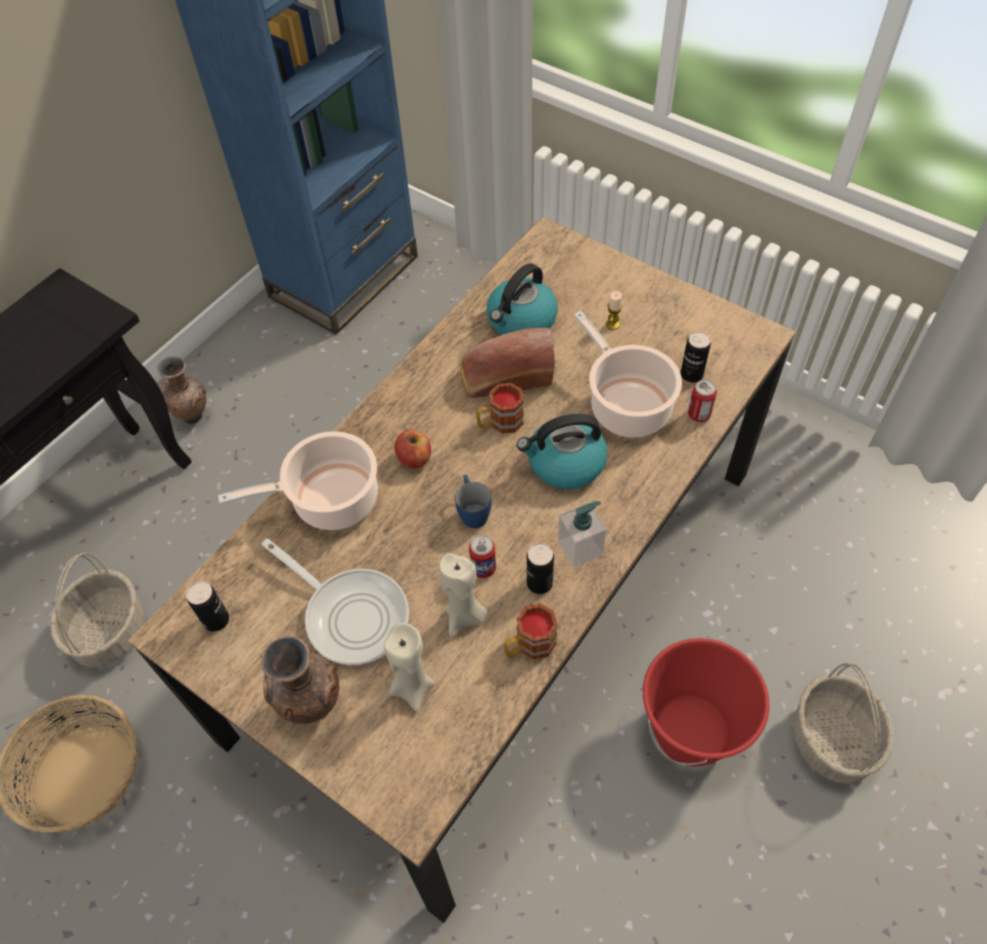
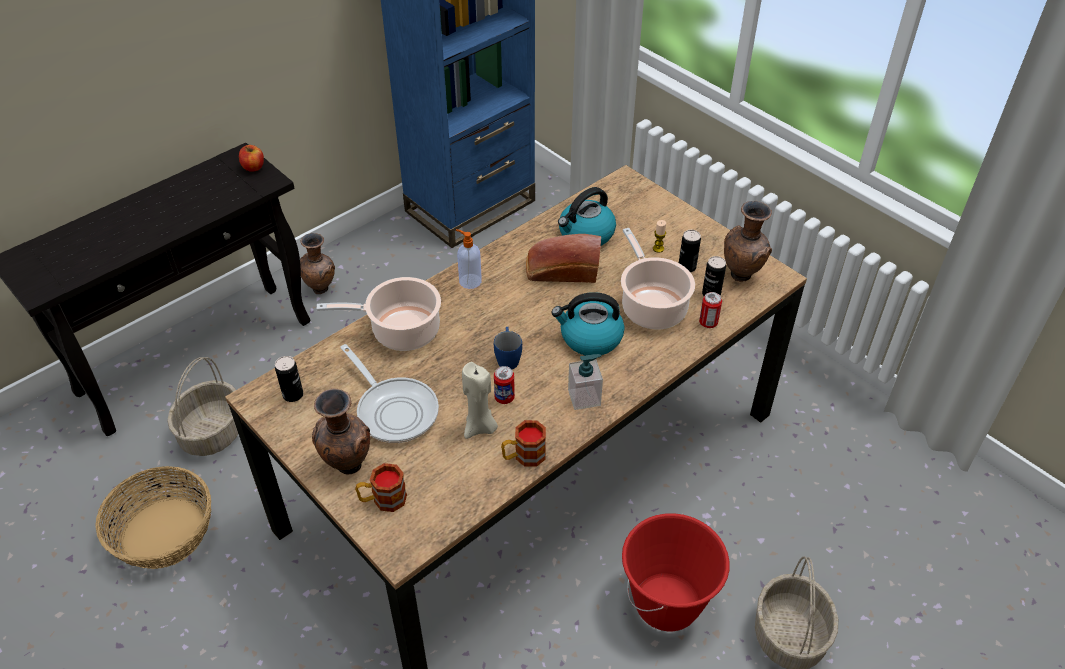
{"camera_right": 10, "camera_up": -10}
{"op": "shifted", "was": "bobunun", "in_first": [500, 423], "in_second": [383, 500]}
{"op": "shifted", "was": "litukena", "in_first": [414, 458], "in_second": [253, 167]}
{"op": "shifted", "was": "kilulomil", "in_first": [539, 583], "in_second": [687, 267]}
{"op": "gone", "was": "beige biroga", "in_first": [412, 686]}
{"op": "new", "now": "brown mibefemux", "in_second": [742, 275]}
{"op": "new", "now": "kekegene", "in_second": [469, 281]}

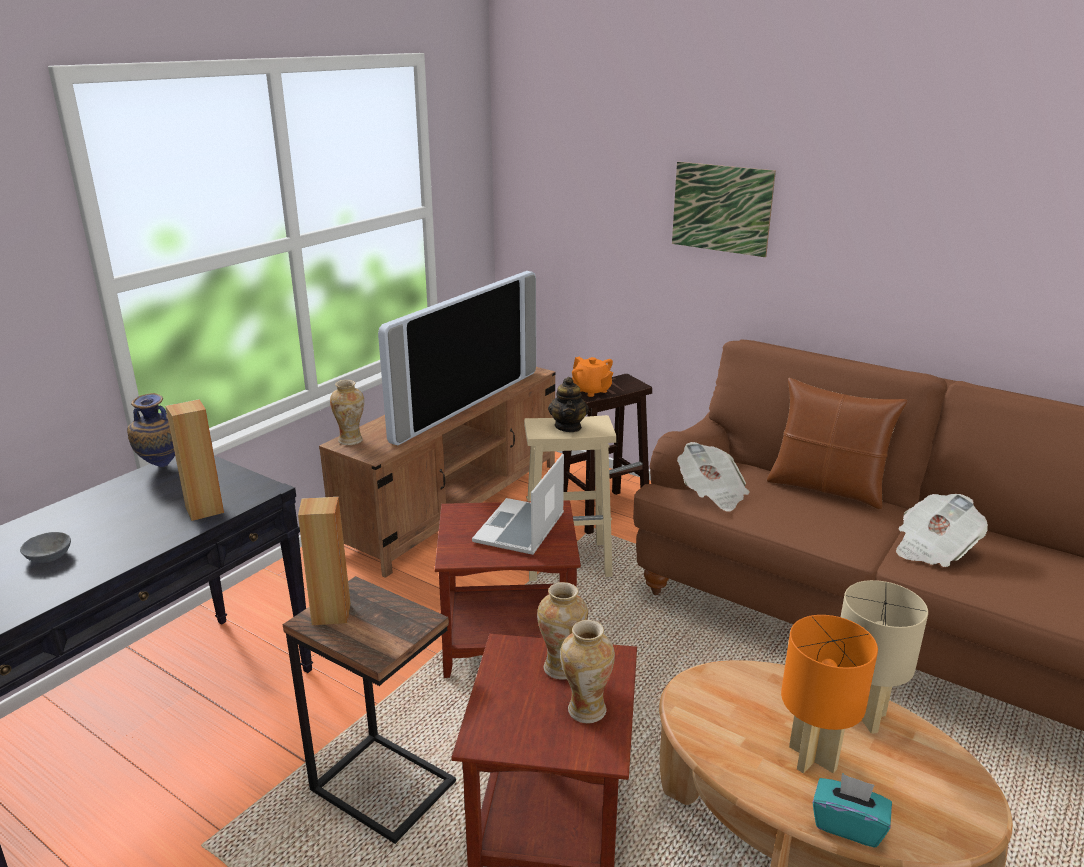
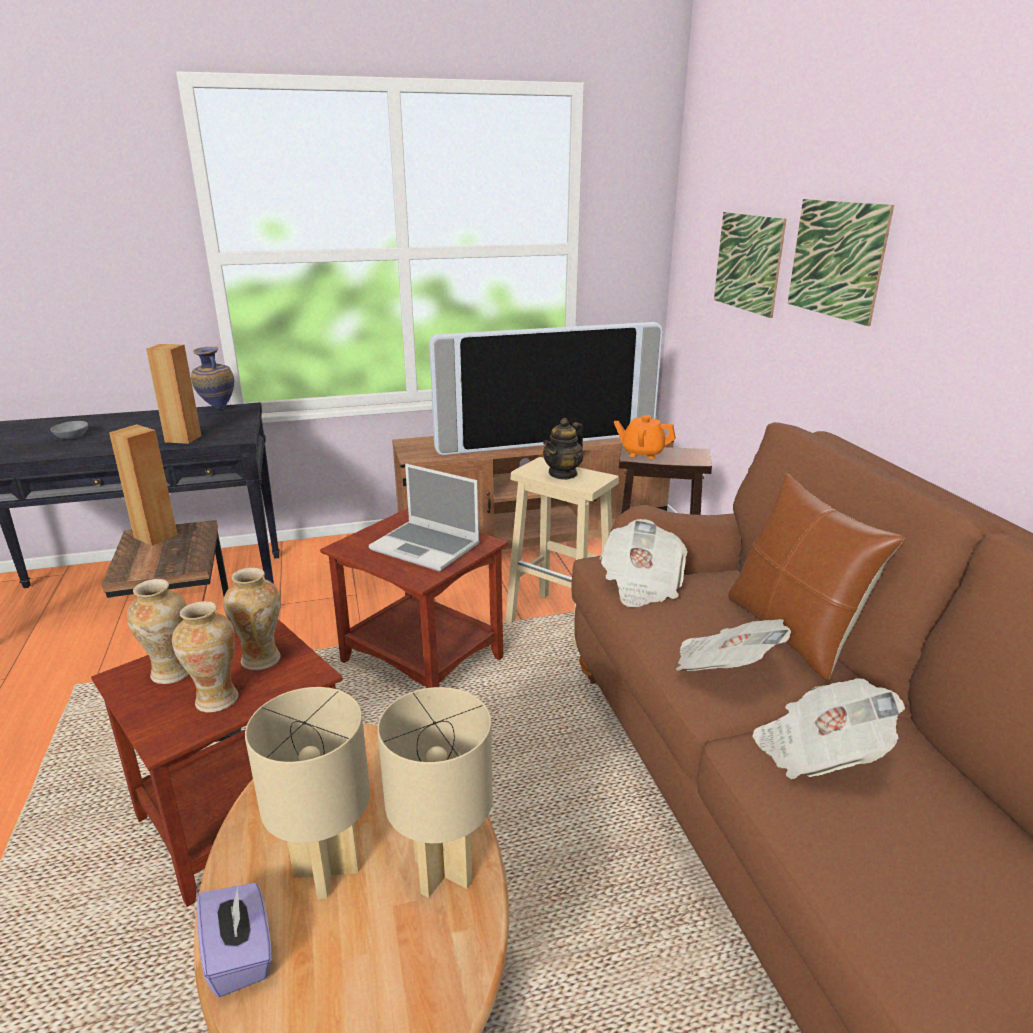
{"camera_right": 40, "camera_up": 0}
{"op": "rotated", "was": "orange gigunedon", "in_first": [591, 391], "in_second": [642, 453], "clockwise": 105}
{"op": "shifted", "was": "mibefemux", "in_first": [351, 440], "in_second": [171, 673]}
{"op": "rotated", "was": "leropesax", "in_first": [520, 529], "in_second": [427, 547], "clockwise": -120}
{"op": "repainted", "was": "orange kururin", "now": "beige kururin", "in_first": [812, 757], "in_second": [328, 870]}
{"op": "repainted", "was": "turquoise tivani", "now": "purple tivani", "in_first": [848, 825], "in_second": [240, 955]}
{"op": "new", "now": "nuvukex", "in_second": [748, 262]}
{"op": "new", "now": "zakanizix", "in_second": [724, 668]}

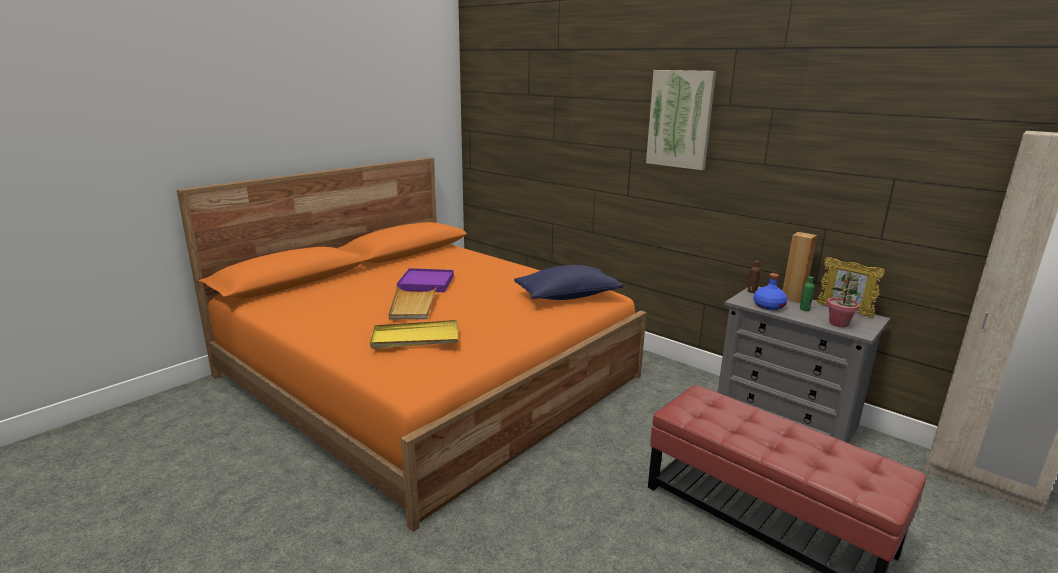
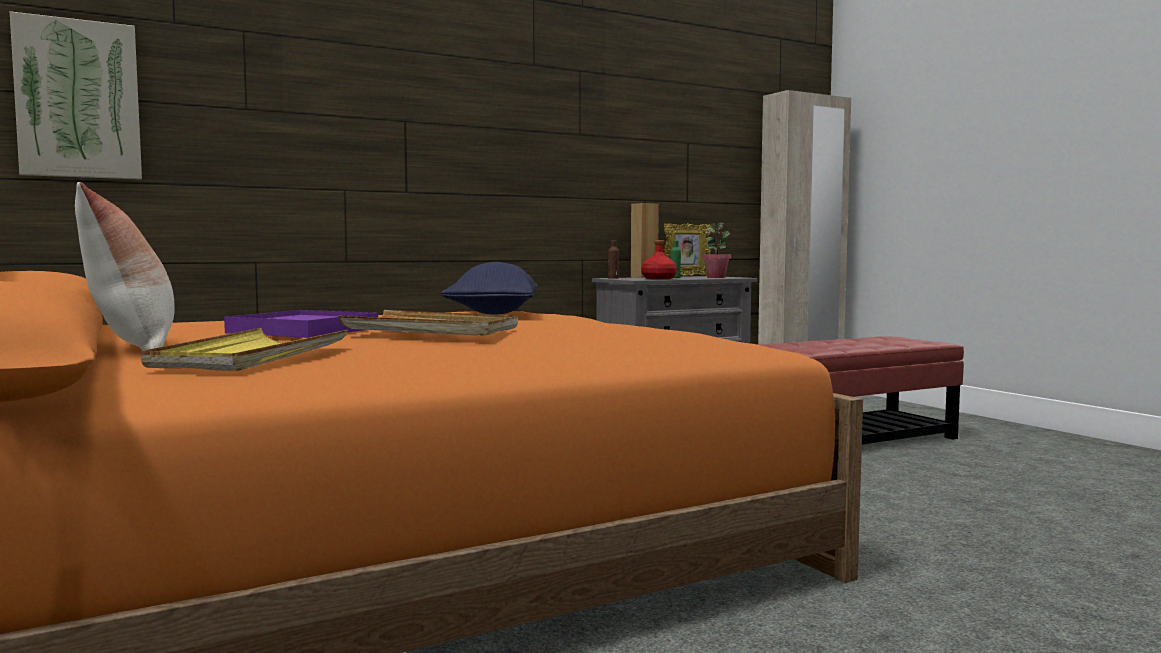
{"camera_right": -70, "camera_up": -15}
{"op": "shifted", "was": "nuvukex", "in_first": [680, 119], "in_second": [78, 99]}
{"op": "repainted", "was": "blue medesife", "now": "red medesife", "in_first": [768, 306], "in_second": [658, 278]}
{"op": "shifted", "was": "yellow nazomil", "in_first": [415, 338], "in_second": [251, 356]}
{"op": "new", "now": "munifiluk", "in_second": [132, 349]}

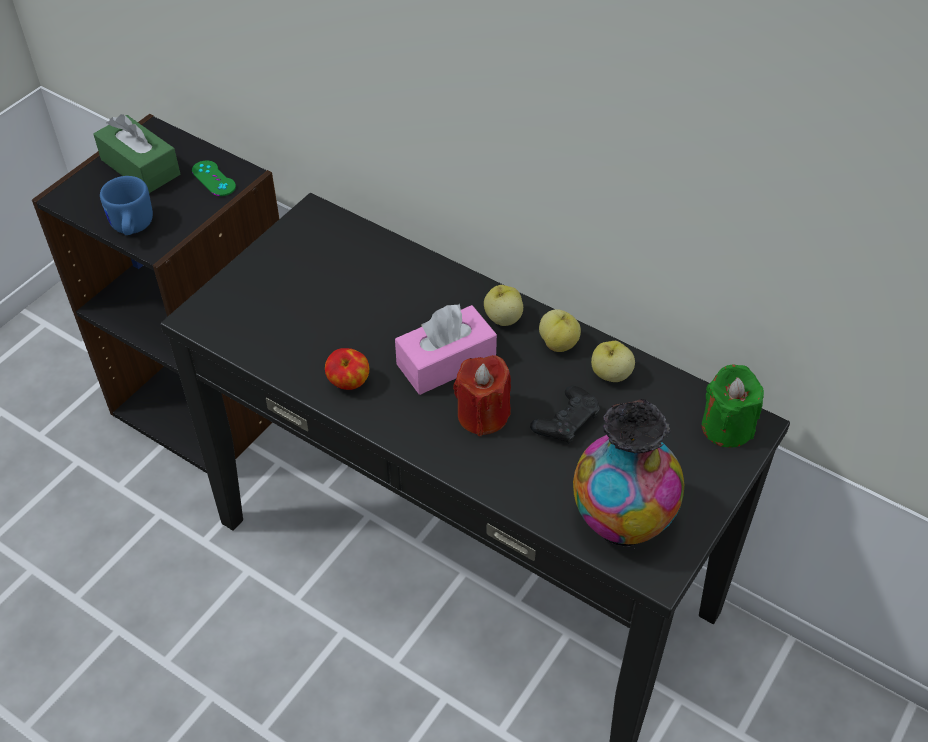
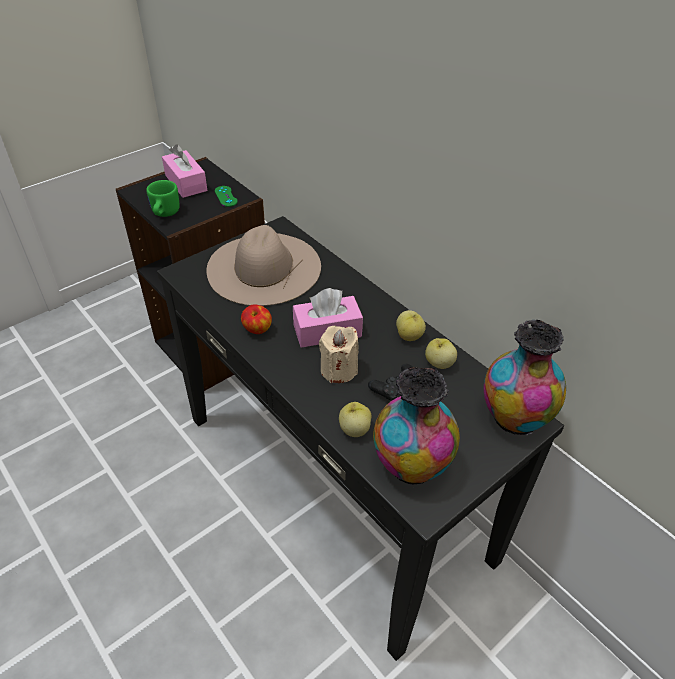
{"camera_right": 15, "camera_up": -5}
{"op": "repainted", "was": "green tivani", "now": "pink tivani", "in_first": [140, 167], "in_second": [186, 183]}
{"op": "repainted", "was": "blue bobunun", "now": "green bobunun", "in_first": [131, 228], "in_second": [164, 214]}
{"op": "shifted", "was": "litukena", "in_first": [502, 318], "in_second": [354, 429]}
{"op": "repainted", "was": "red biroga", "now": "beige biroga", "in_first": [483, 415], "in_second": [338, 370]}
{"op": "swapped", "was": "green biroga", "now": "mibefemux", "in_first": [726, 427], "in_second": [513, 418]}
{"op": "new", "now": "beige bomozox", "in_second": [264, 267]}

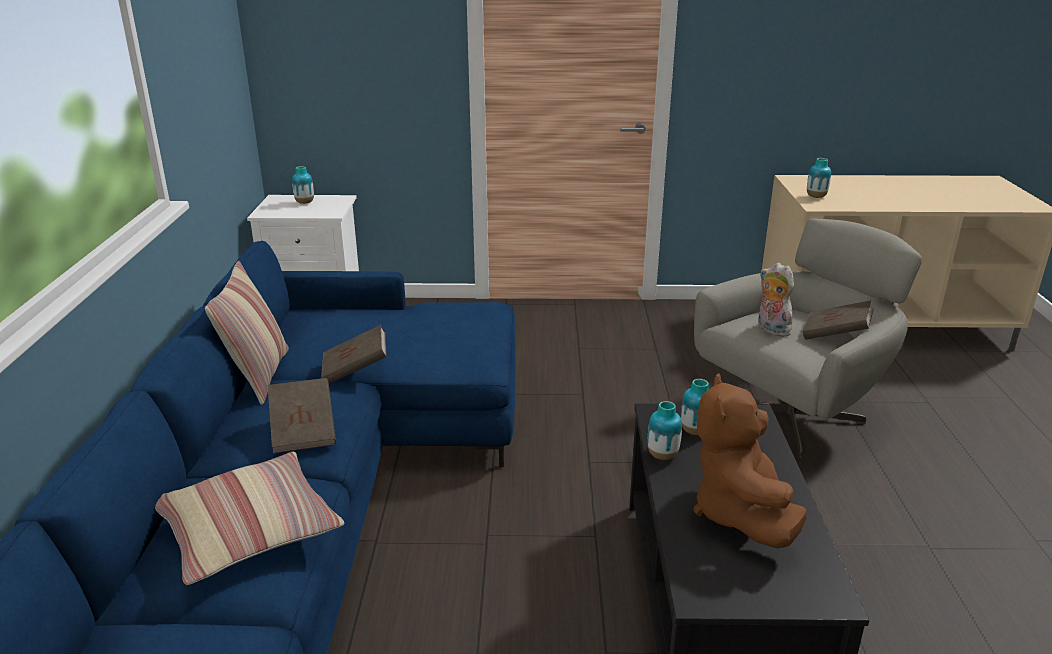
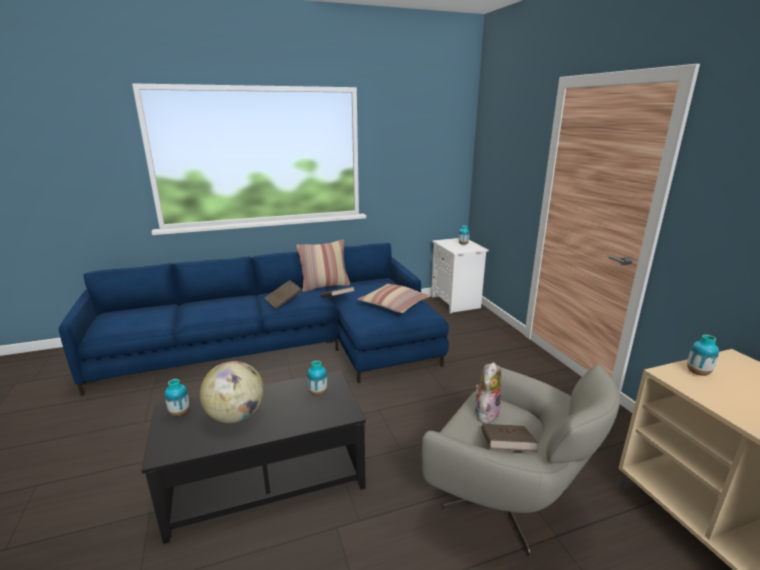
{"camera_right": 70, "camera_up": -5}
{"op": "swapped", "was": "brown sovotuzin", "now": "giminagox", "in_first": [740, 514], "in_second": [236, 416]}
{"op": "shifted", "was": "mibefemux", "in_first": [662, 455], "in_second": [180, 413]}
{"op": "shifted", "was": "munifiluk", "in_first": [248, 530], "in_second": [394, 305]}

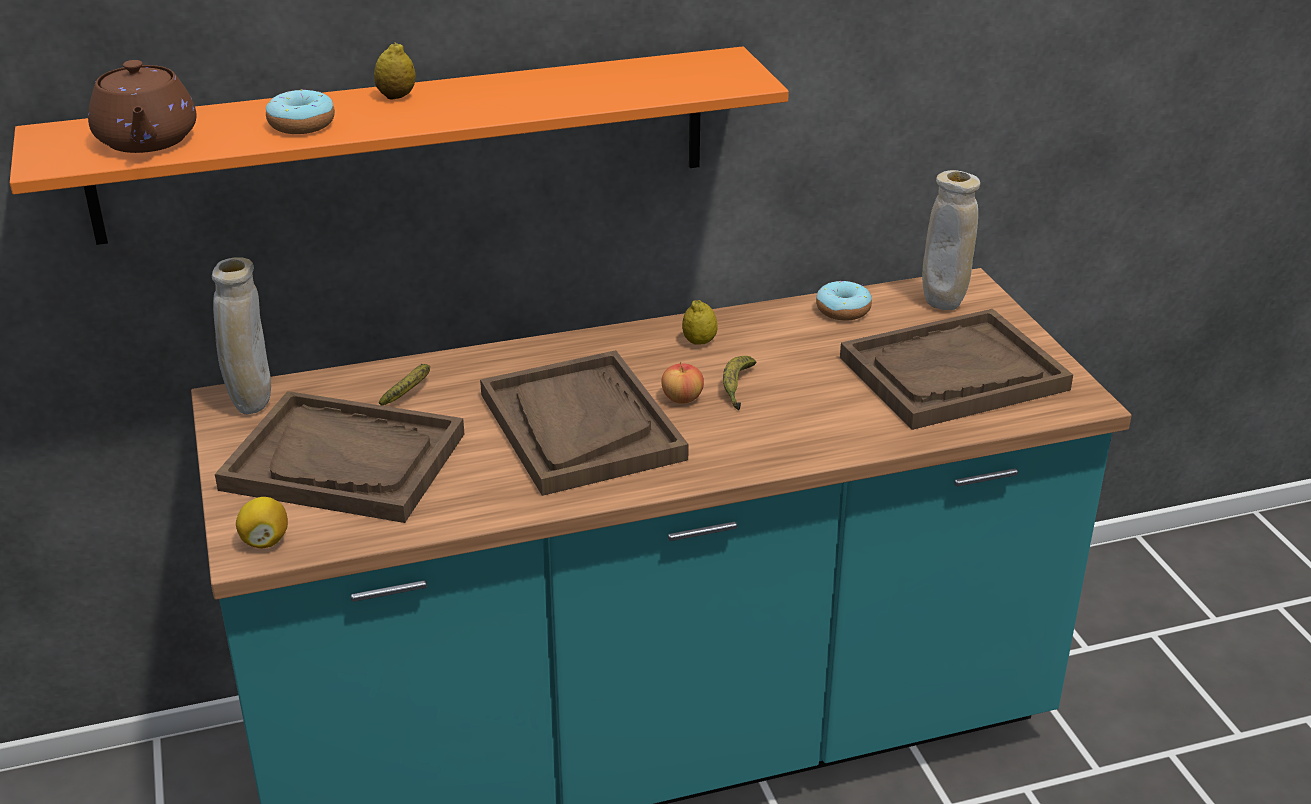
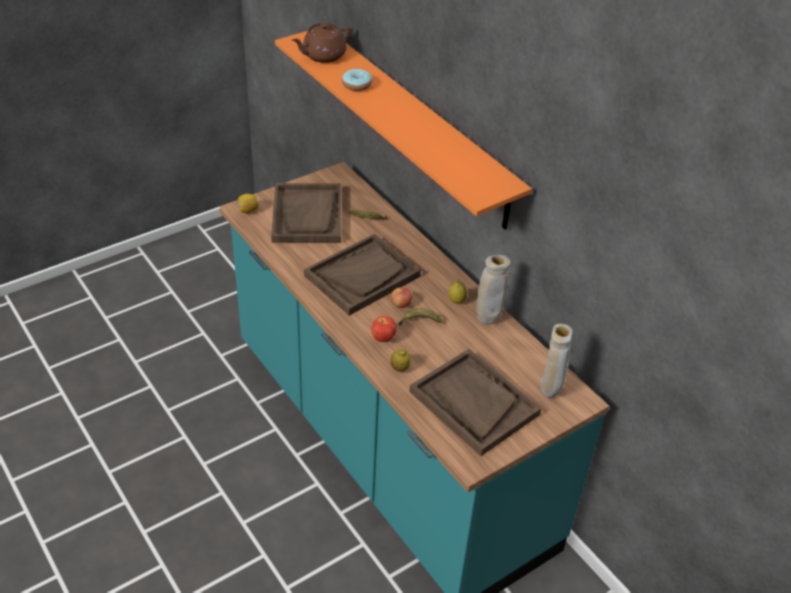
{"camera_right": 70, "camera_up": 10}
{"op": "shifted", "was": "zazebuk", "in_first": [396, 96], "in_second": [399, 368]}
{"op": "shifted", "was": "beige mibefemux", "in_first": [251, 406], "in_second": [487, 319]}
{"op": "gone", "was": "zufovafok", "in_first": [843, 310]}
{"op": "new", "now": "litukena", "in_second": [383, 339]}

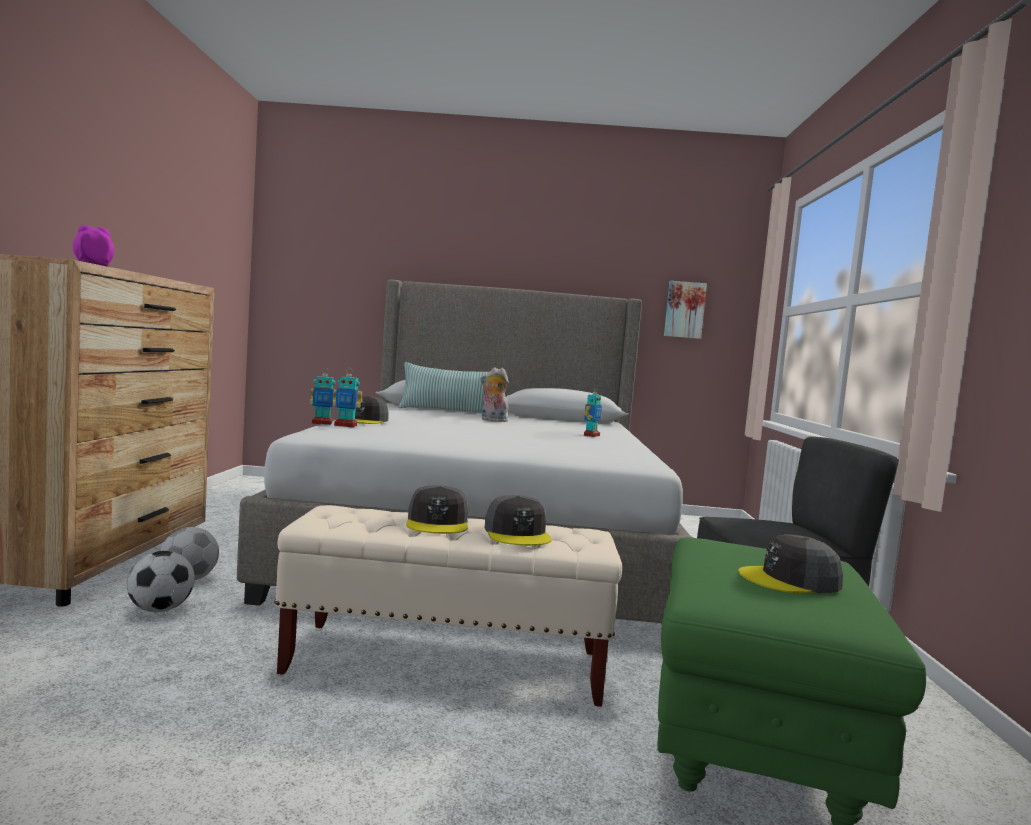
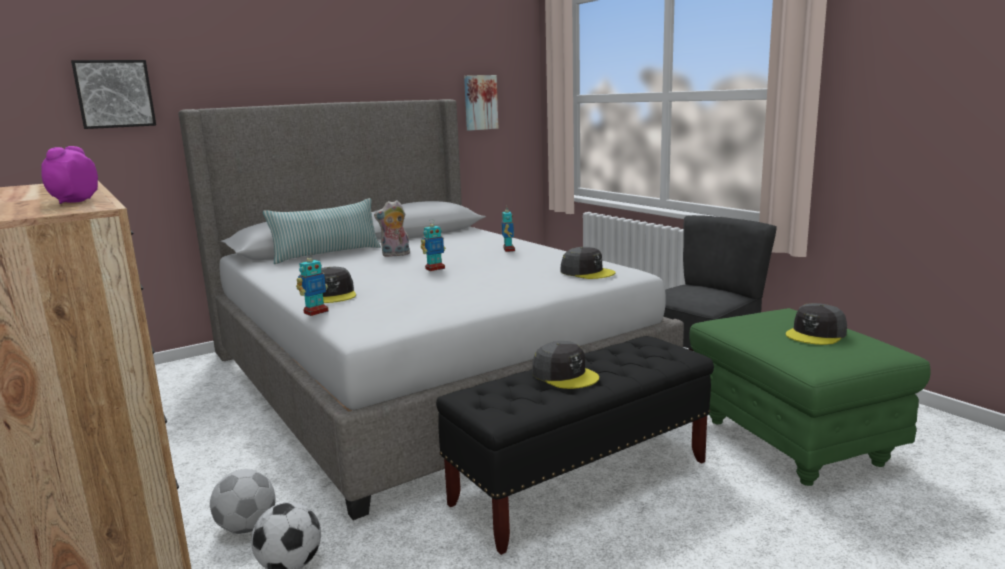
{"camera_right": -35, "camera_up": 10}
{"op": "shifted", "was": "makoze", "in_first": [345, 425], "in_second": [435, 268]}
{"op": "shifted", "was": "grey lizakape", "in_first": [517, 534], "in_second": [587, 272]}
{"op": "repainted", "was": "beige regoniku", "now": "black regoniku", "in_first": [447, 663], "in_second": [582, 483]}
{"op": "new", "now": "nuvukex", "in_second": [114, 94]}

